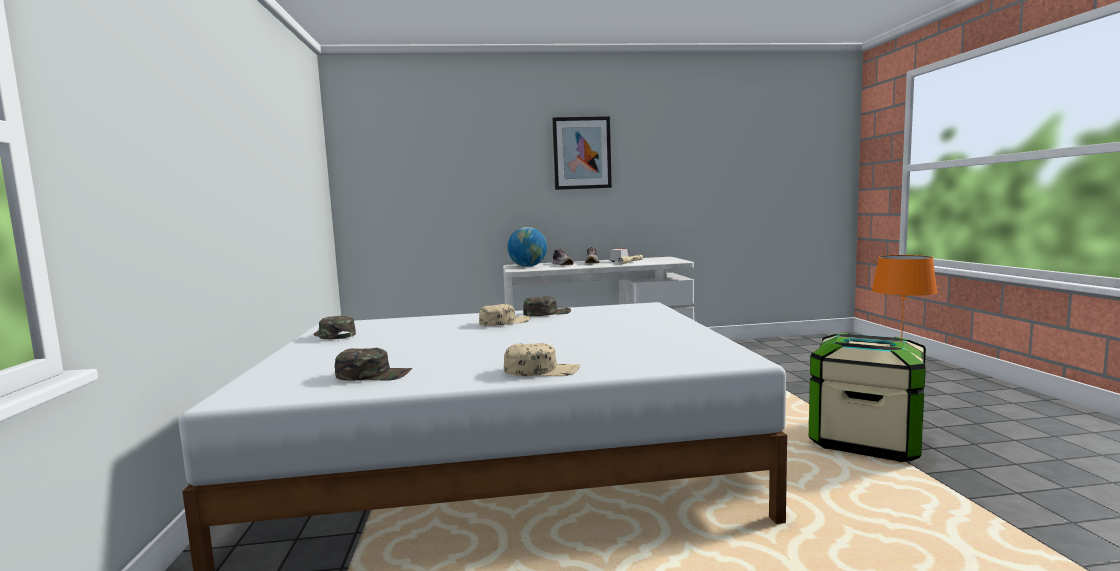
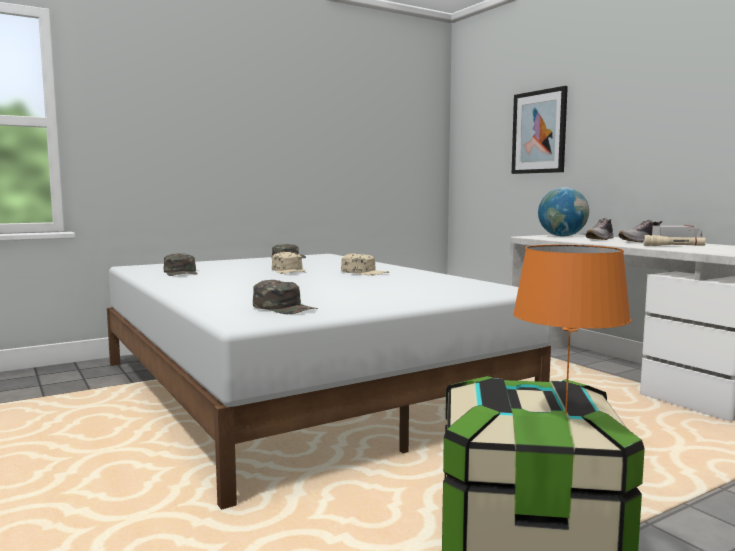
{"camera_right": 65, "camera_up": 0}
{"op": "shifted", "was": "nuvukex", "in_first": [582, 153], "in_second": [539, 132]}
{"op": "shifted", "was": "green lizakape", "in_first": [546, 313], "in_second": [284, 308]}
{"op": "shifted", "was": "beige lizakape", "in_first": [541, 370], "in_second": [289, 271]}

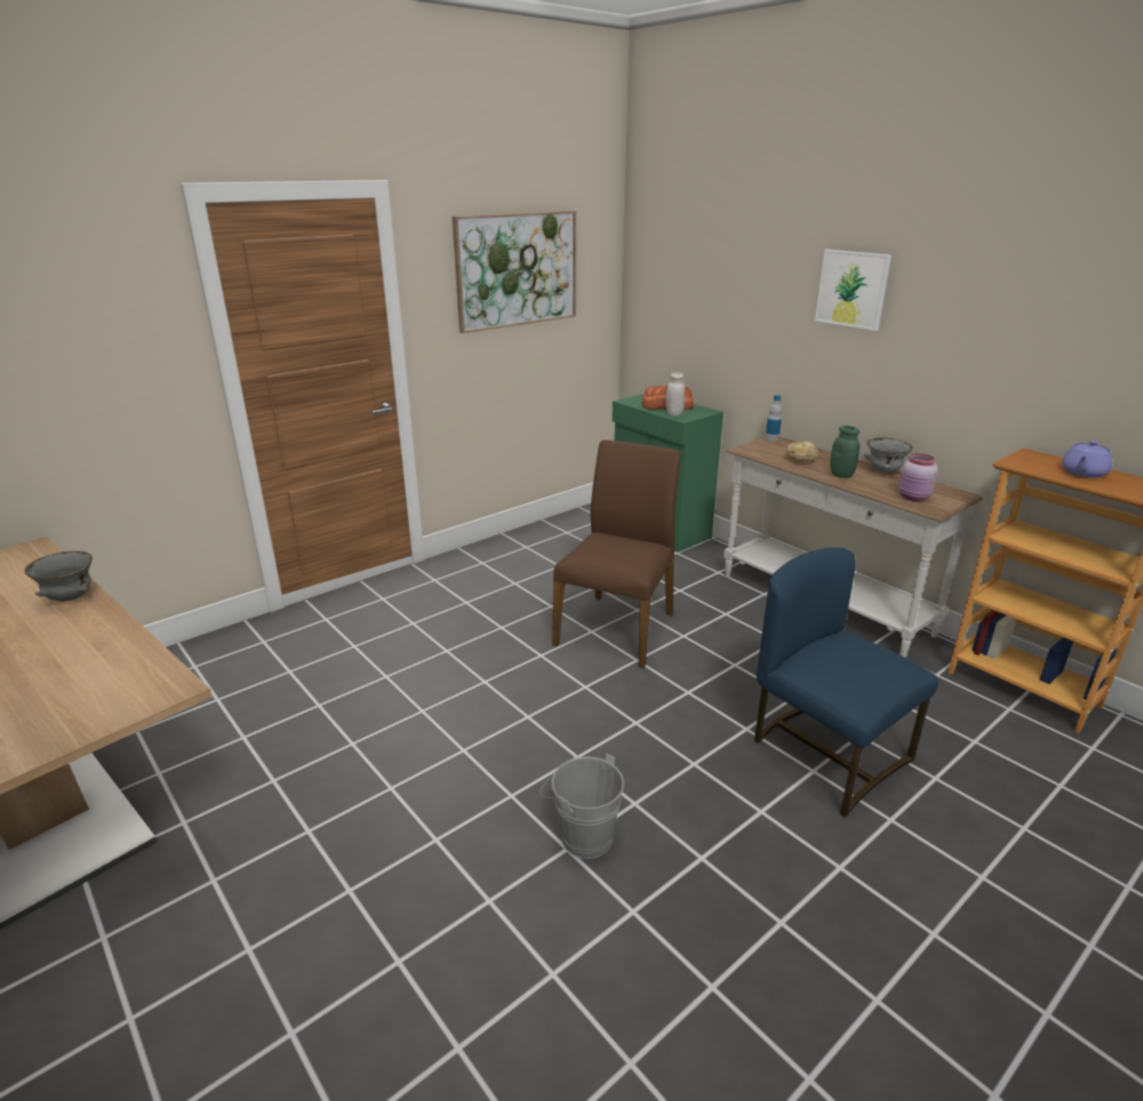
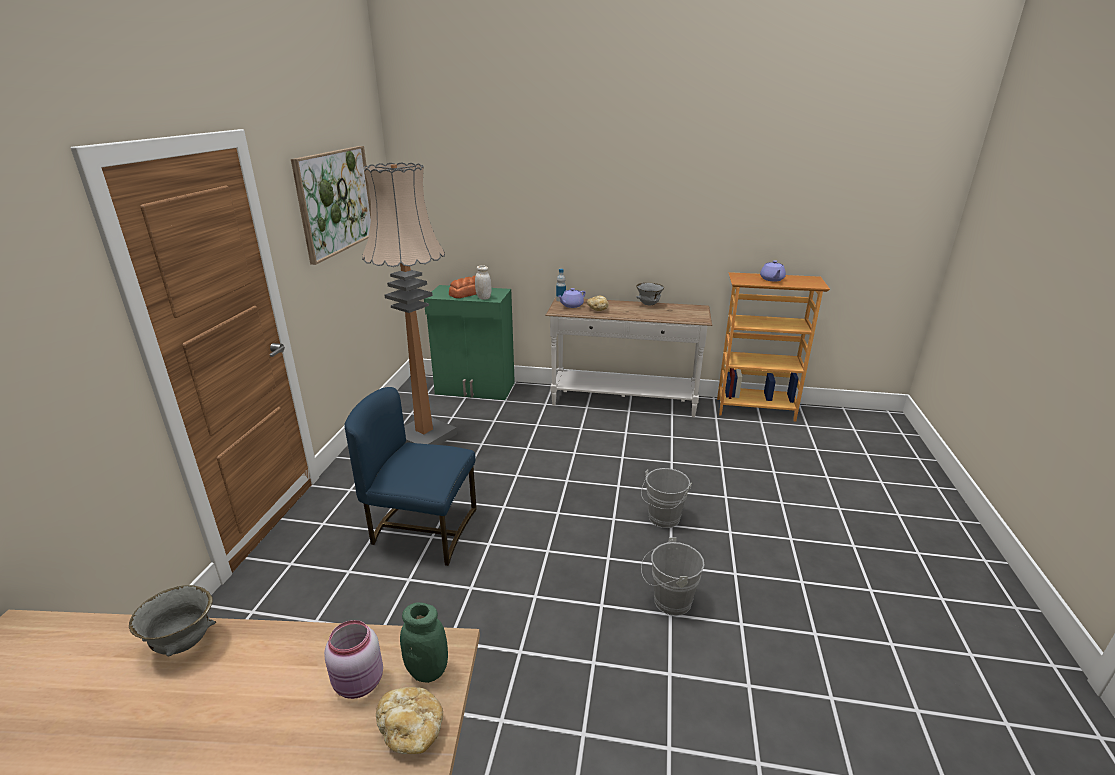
{"camera_right": -40, "camera_up": 0}
{"op": "gone", "was": "nuvukex", "in_first": [852, 289]}
{"op": "shifted", "was": "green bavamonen", "in_first": [841, 475], "in_second": [427, 670]}
{"op": "gone", "was": "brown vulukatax", "in_first": [617, 628]}
{"op": "shifted", "was": "pink bavamonen", "in_first": [914, 497], "in_second": [359, 683]}
{"op": "shifted", "was": "blue vulukatax", "in_first": [826, 754], "in_second": [422, 530]}
{"op": "new", "now": "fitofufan", "in_second": [424, 436]}
{"op": "new", "now": "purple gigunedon", "in_second": [571, 305]}
{"op": "new", "now": "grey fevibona", "in_second": [662, 520]}
{"op": "new", "now": "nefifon", "in_second": [412, 730]}

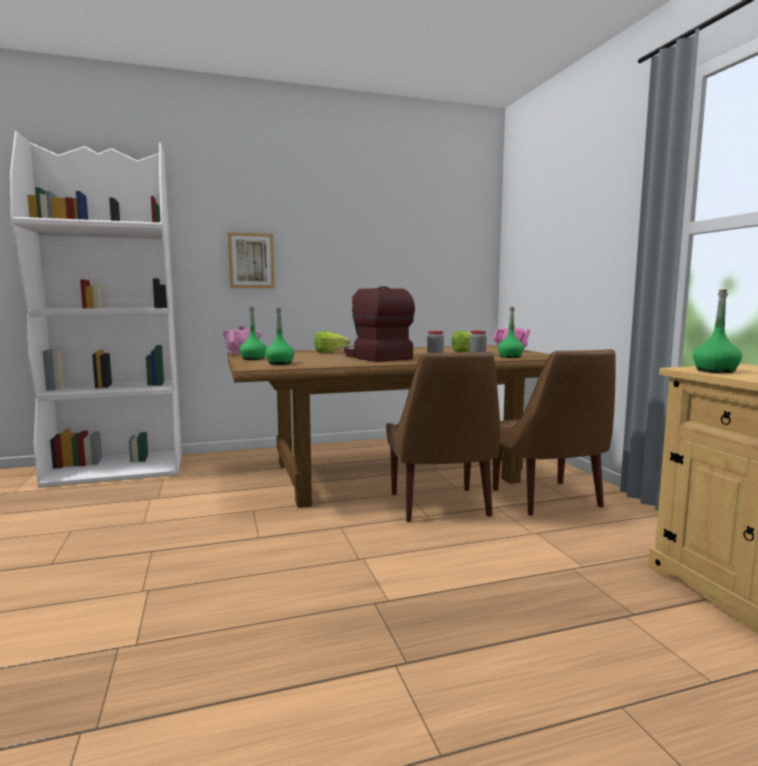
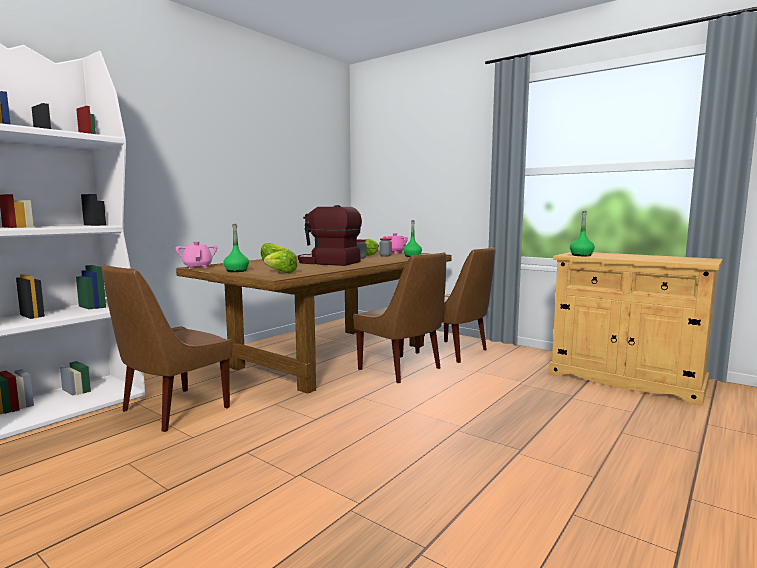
{"camera_right": -35, "camera_up": 0}
{"op": "gone", "was": "nuvukex", "in_first": [251, 261]}
{"op": "swapped", "was": "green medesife", "now": "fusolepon", "in_first": [280, 363], "in_second": [279, 272]}
{"op": "new", "now": "brown vulukatax", "in_second": [172, 410]}

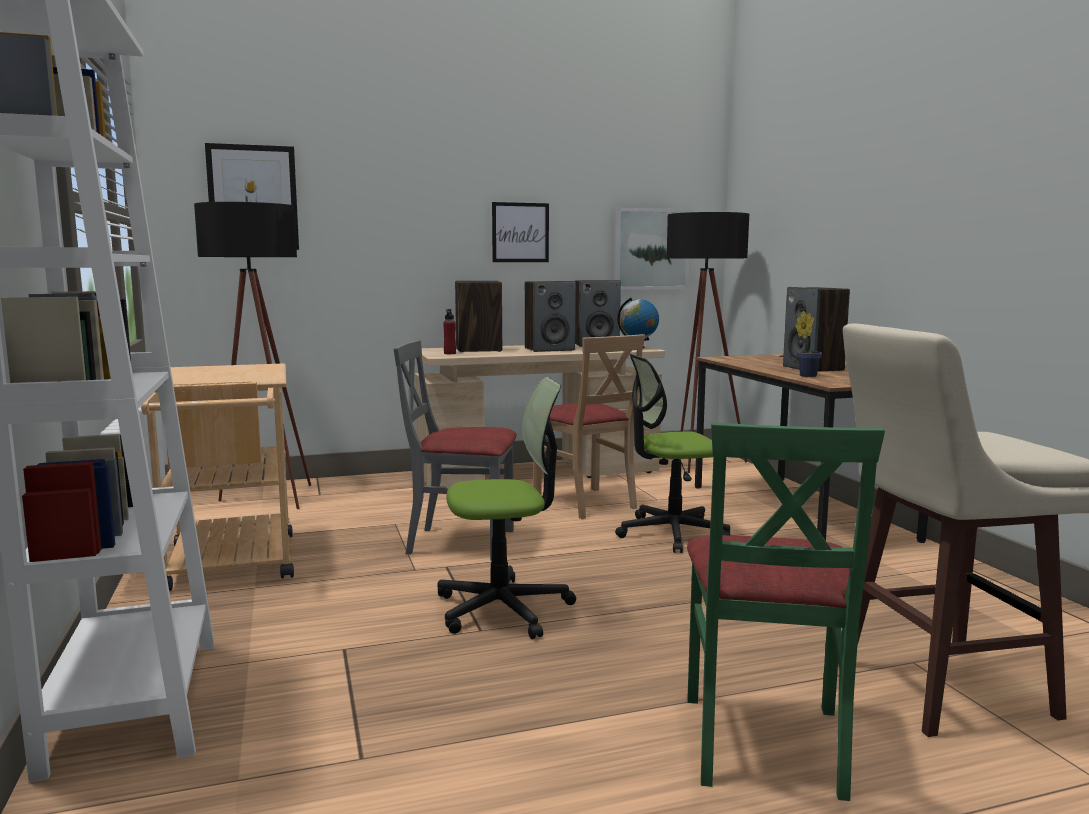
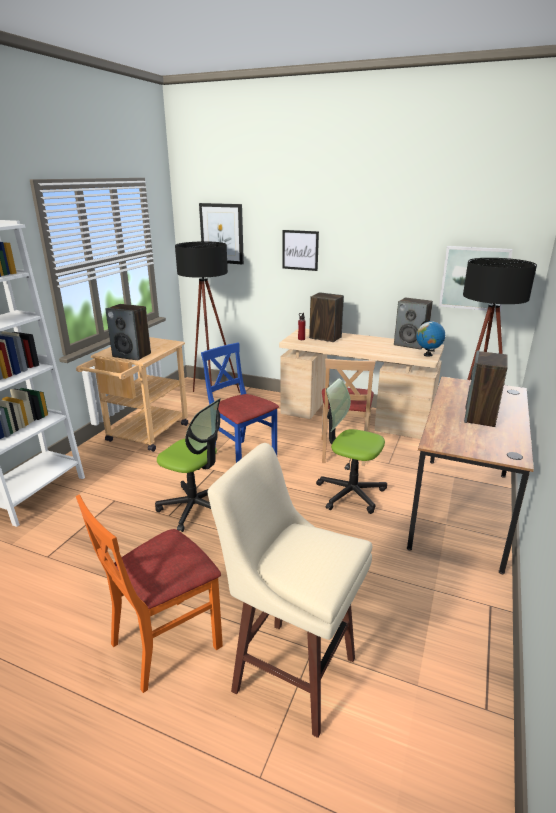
{"camera_right": 40, "camera_up": 15}
{"op": "shifted", "was": "nuvukex", "in_first": [520, 232], "in_second": [300, 250]}
{"op": "shifted", "was": "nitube", "in_first": [549, 349], "in_second": [132, 355]}
{"op": "gone", "was": "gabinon", "in_first": [806, 375]}
{"op": "repainted", "was": "grey vulukatax", "now": "blue vulukatax", "in_first": [461, 542], "in_second": [242, 457]}
{"op": "repainted", "was": "green vulukatax", "now": "orange vulukatax", "in_first": [765, 742], "in_second": [165, 642]}

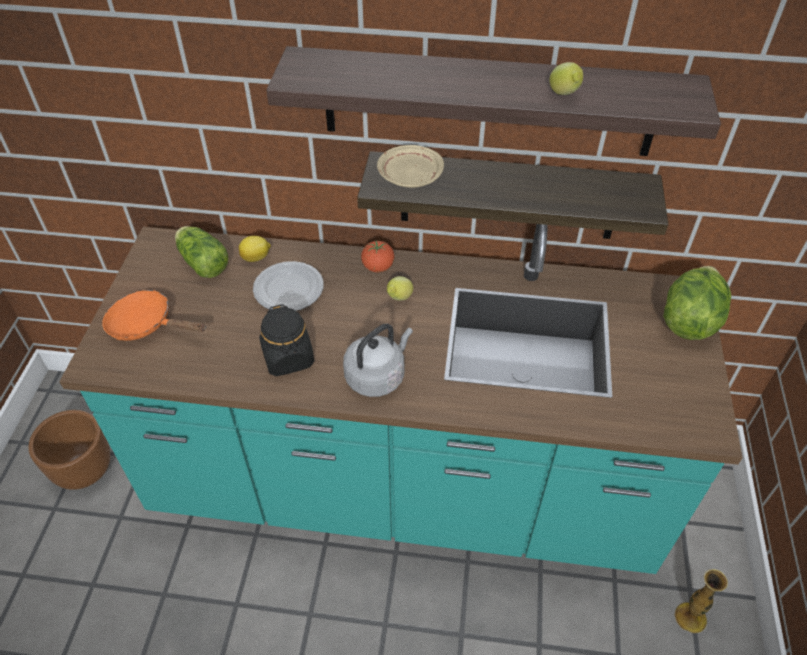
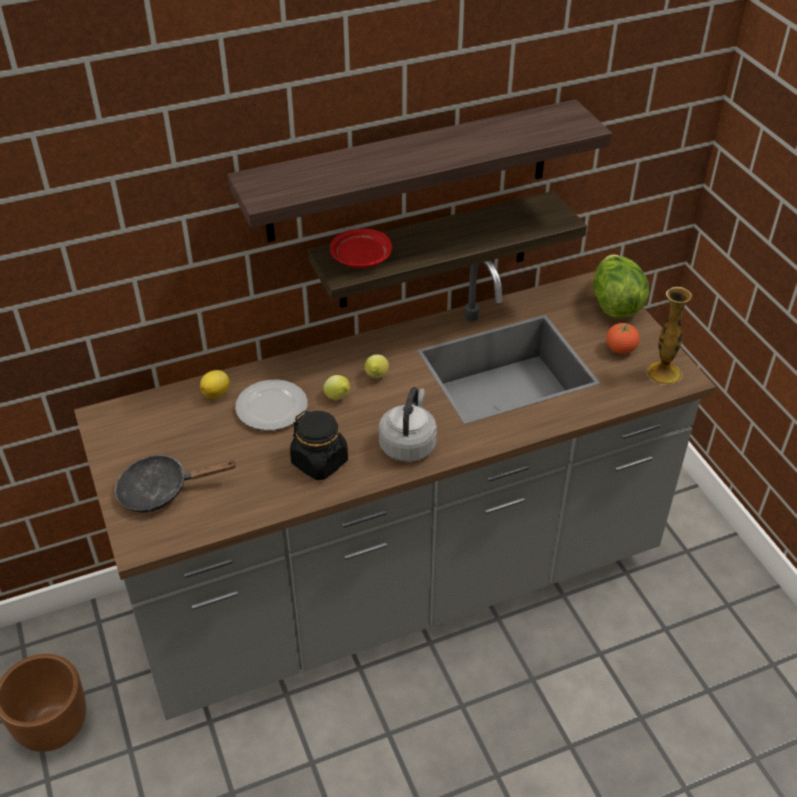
{"camera_right": -30, "camera_up": -5}
{"op": "shifted", "was": "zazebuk", "in_first": [564, 95], "in_second": [338, 398]}
{"op": "repainted", "was": "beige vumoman", "now": "red vumoman", "in_first": [409, 176], "in_second": [361, 258]}
{"op": "repainted", "was": "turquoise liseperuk", "now": "grey liseperuk", "in_first": [403, 486], "in_second": [398, 584]}
{"op": "gone", "was": "fusolepon", "in_first": [202, 261]}
{"op": "shifted", "was": "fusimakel", "in_first": [378, 267], "in_second": [620, 349]}
{"op": "repainted", "was": "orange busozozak", "now": "black busozozak", "in_first": [146, 324], "in_second": [161, 490]}
{"op": "shifted", "was": "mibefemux", "in_first": [690, 617], "in_second": [663, 373]}

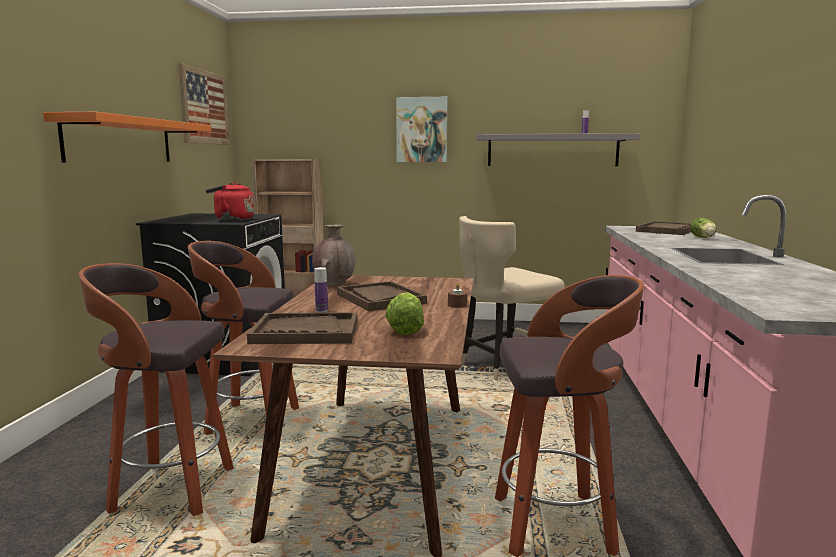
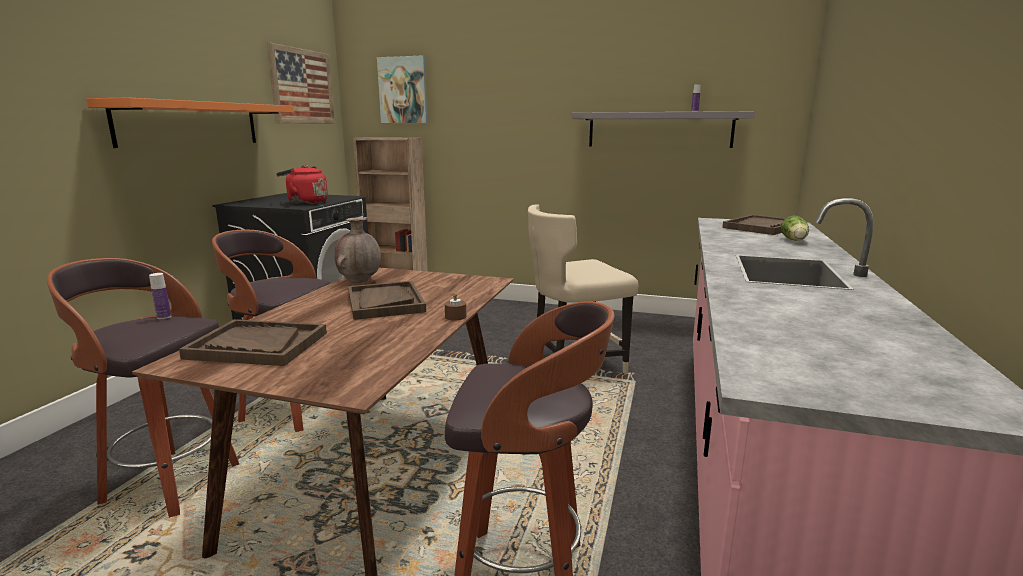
{"camera_right": 10, "camera_up": 5}
{"op": "shifted", "was": "nuvukex", "in_first": [422, 130], "in_second": [403, 90]}
{"op": "shifted", "was": "medesife", "in_first": [321, 311], "in_second": [164, 317]}
{"op": "gone", "was": "fusolepon", "in_first": [405, 329]}

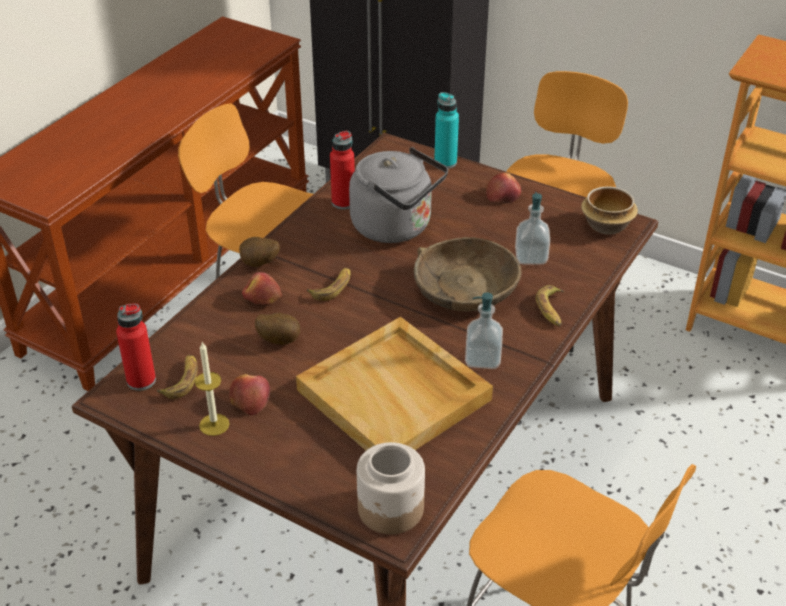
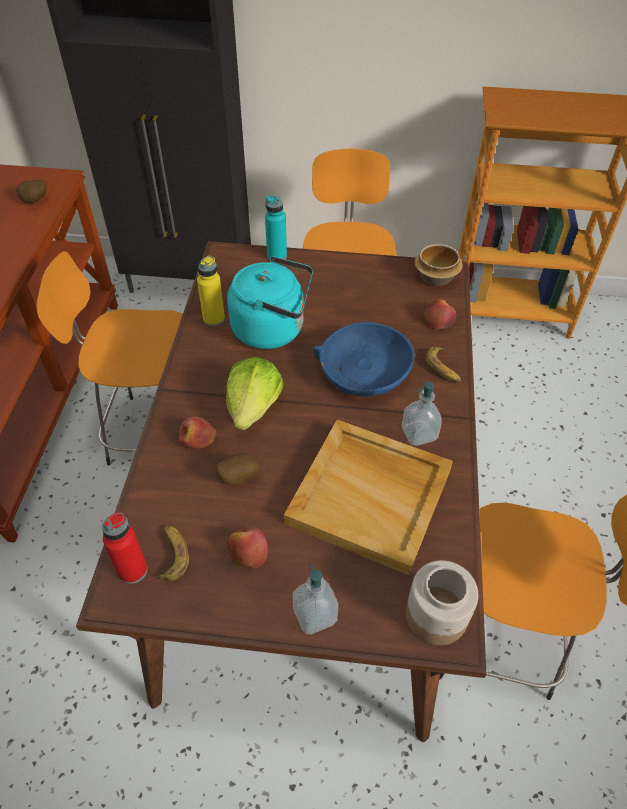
{"camera_right": -25, "camera_up": 10}
{"op": "repainted", "was": "red medesife", "now": "yellow medesife", "in_first": [343, 202], "in_second": [214, 319]}
{"op": "repainted", "was": "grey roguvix", "now": "turquoise roguvix", "in_first": [396, 227], "in_second": [273, 329]}
{"op": "shifted", "was": "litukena", "in_first": [503, 195], "in_second": [438, 319]}
{"op": "shifted", "was": "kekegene", "in_first": [531, 257], "in_second": [315, 615]}
{"op": "shifted", "was": "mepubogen", "in_first": [260, 265], "in_second": [35, 201]}
{"op": "repainted", "was": "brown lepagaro", "now": "blue lepagaro", "in_first": [464, 289], "in_second": [364, 371]}
{"op": "swapped", "was": "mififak", "now": "fusolepon", "in_first": [332, 287], "in_second": [253, 406]}
{"op": "gone", "was": "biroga", "in_first": [214, 424]}

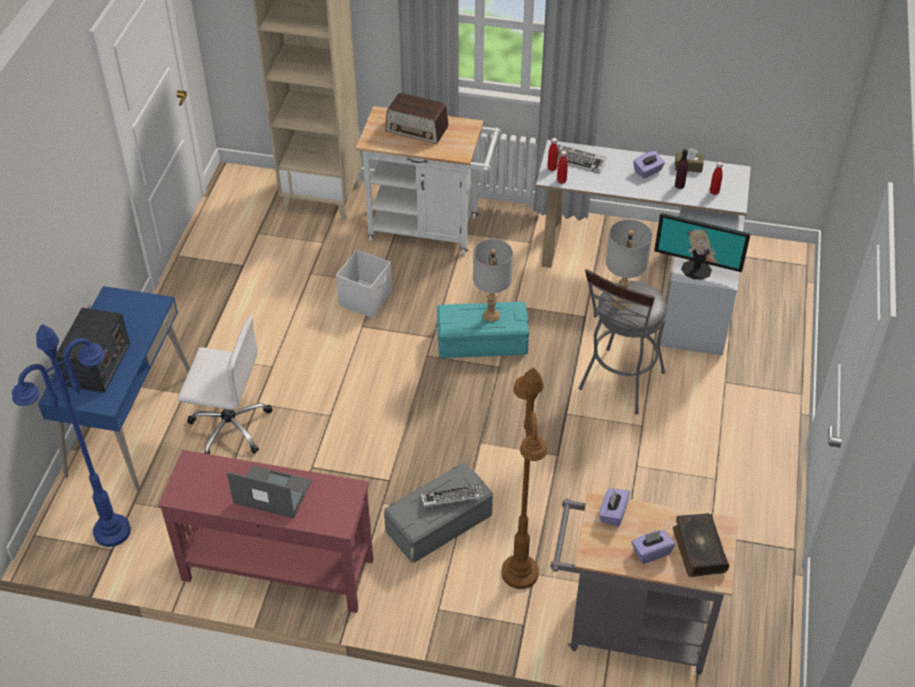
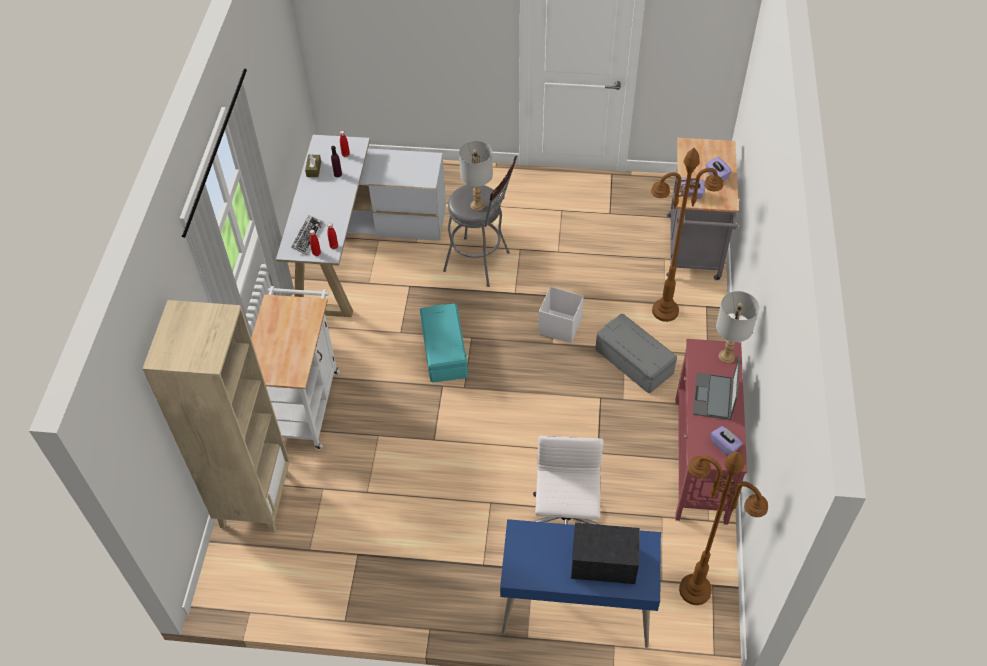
{"camera_right": -95, "camera_up": 5}
{"op": "gone", "was": "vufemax", "in_first": [417, 129]}
{"op": "shifted", "was": "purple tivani", "in_first": [648, 171], "in_second": [724, 445]}
{"op": "gone", "was": "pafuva", "in_first": [696, 269]}
{"op": "shifted", "was": "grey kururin", "in_first": [491, 315], "in_second": [727, 356]}
{"op": "shifted", "was": "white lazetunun", "in_first": [366, 298], "in_second": [559, 326]}
{"op": "repainted", "was": "blue fitofufan", "now": "brown fitofufan", "in_first": [111, 532], "in_second": [695, 590]}
{"op": "gone", "was": "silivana", "in_first": [452, 499]}
{"op": "gone", "was": "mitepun", "in_first": [698, 549]}

